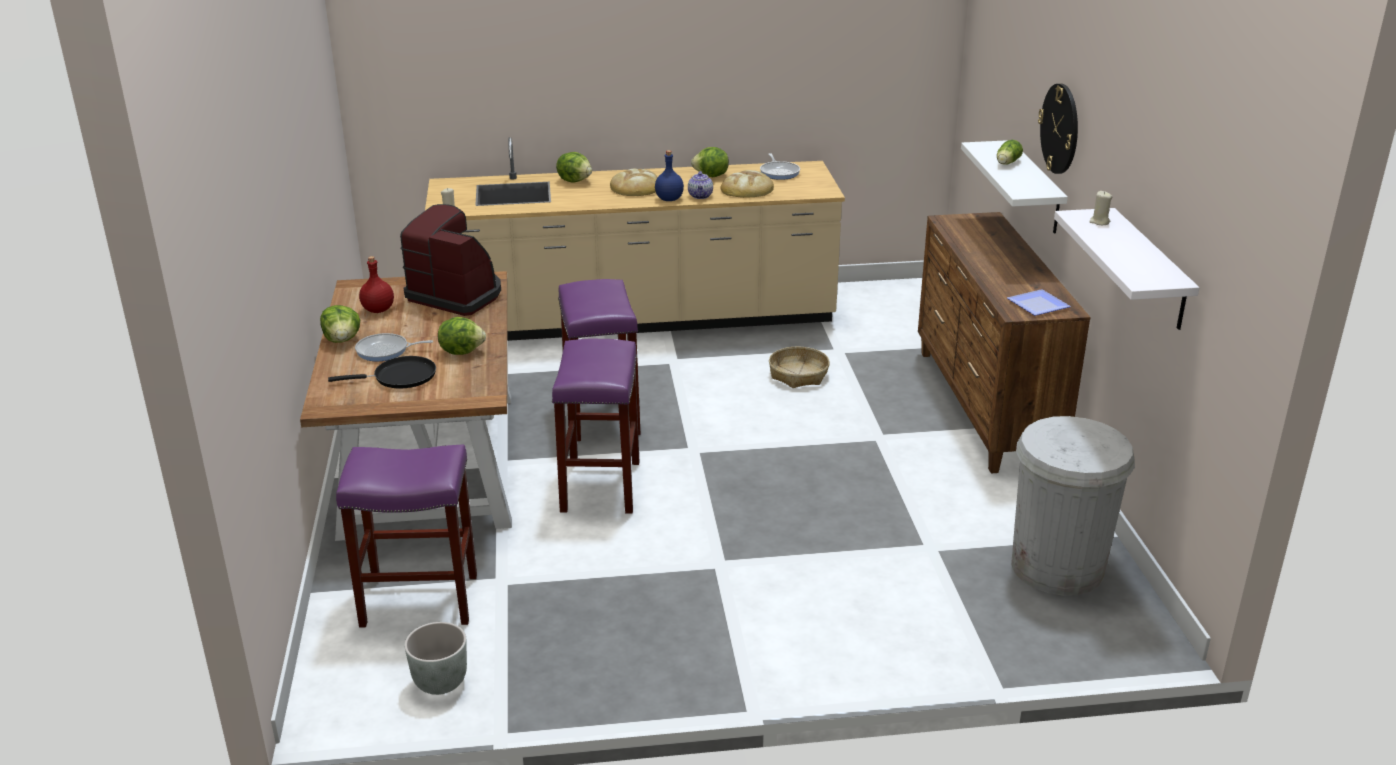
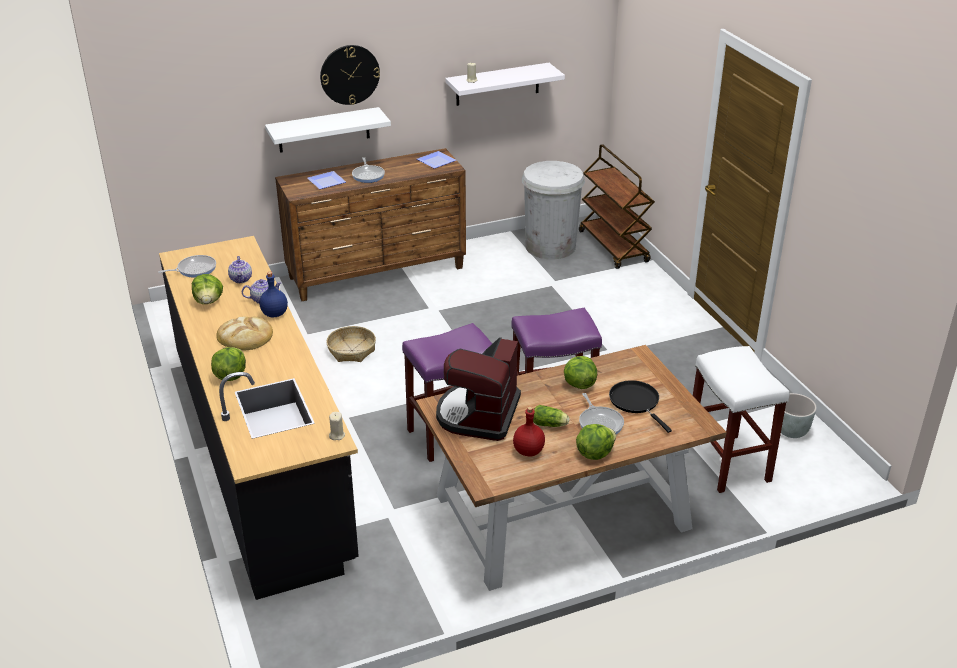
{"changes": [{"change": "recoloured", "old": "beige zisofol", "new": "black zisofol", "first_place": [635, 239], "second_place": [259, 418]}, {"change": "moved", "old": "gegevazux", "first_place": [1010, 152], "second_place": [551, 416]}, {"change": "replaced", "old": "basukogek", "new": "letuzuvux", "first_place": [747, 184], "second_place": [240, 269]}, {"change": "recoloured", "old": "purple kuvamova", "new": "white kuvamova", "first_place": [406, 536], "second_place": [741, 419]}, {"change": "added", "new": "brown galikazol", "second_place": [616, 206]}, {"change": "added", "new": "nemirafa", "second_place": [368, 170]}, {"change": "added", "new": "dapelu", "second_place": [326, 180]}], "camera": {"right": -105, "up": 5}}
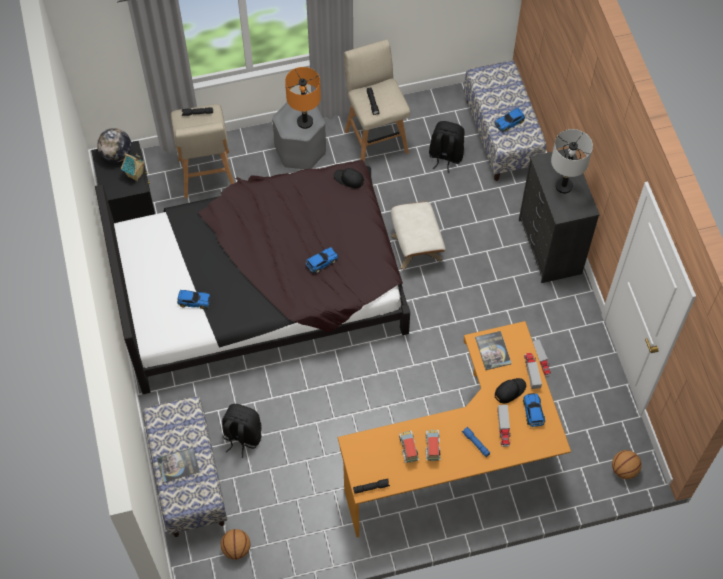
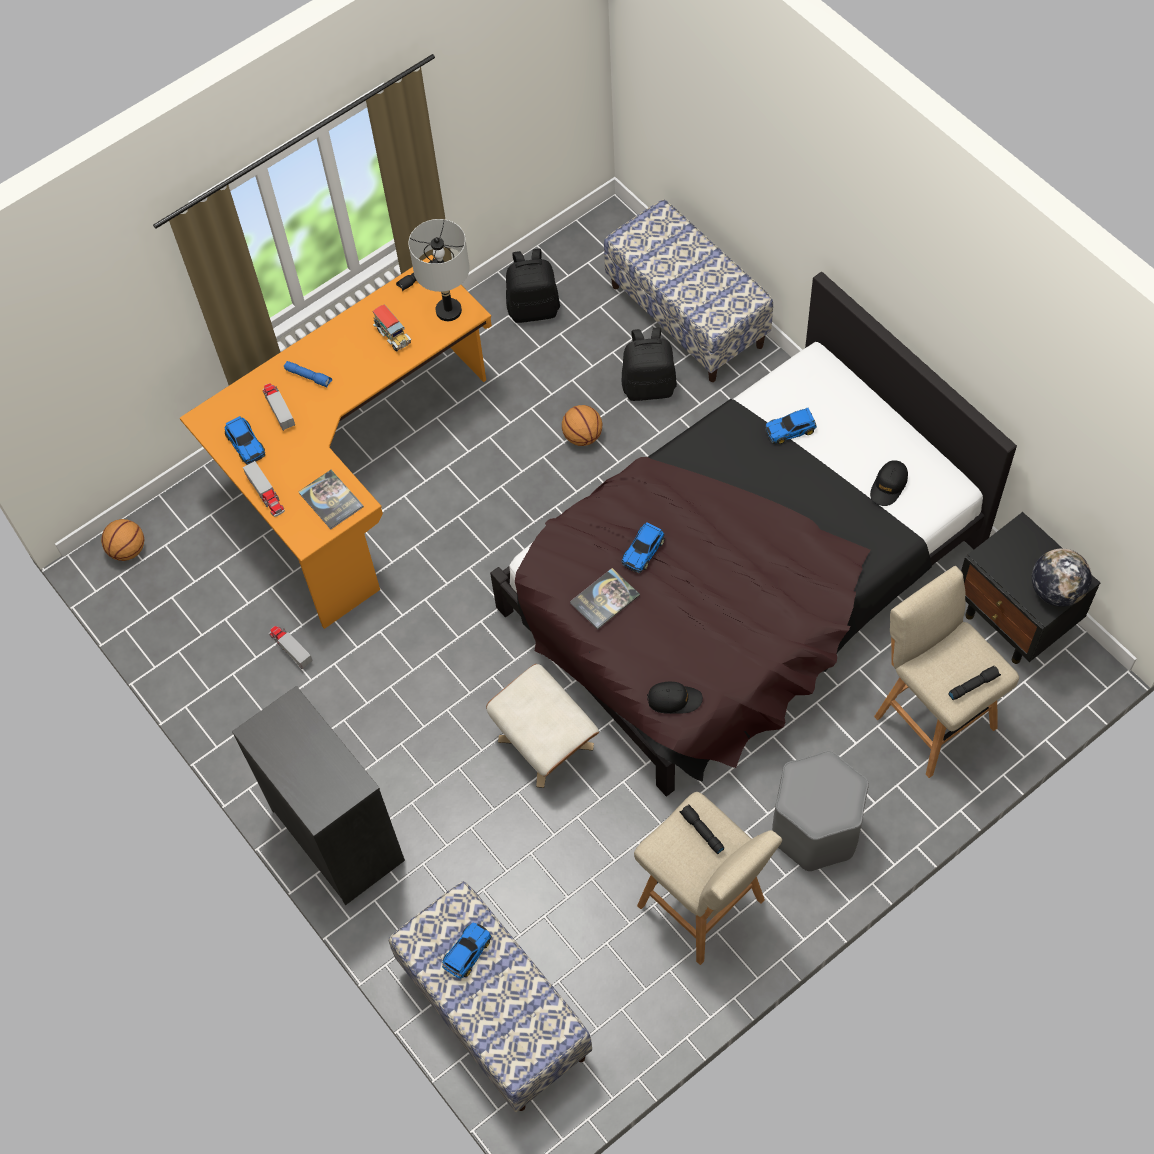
{"changes": [{"change": "removed", "old": "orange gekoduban", "first_place": [303, 98]}, {"change": "moved", "old": "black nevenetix", "first_place": [447, 147], "second_place": [533, 286]}, {"change": "moved", "old": "grey gekoduban", "first_place": [572, 161], "second_place": [439, 270]}, {"change": "removed", "old": "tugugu", "first_place": [133, 167]}, {"change": "moved", "old": "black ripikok", "first_place": [510, 390], "second_place": [889, 483]}, {"change": "removed", "old": "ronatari", "first_place": [433, 445]}, {"change": "moved", "old": "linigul", "first_place": [178, 465], "second_place": [605, 599]}, {"change": "moved", "old": "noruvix", "first_place": [236, 544], "second_place": [582, 425]}], "camera": {"right": 160, "up": 0}}
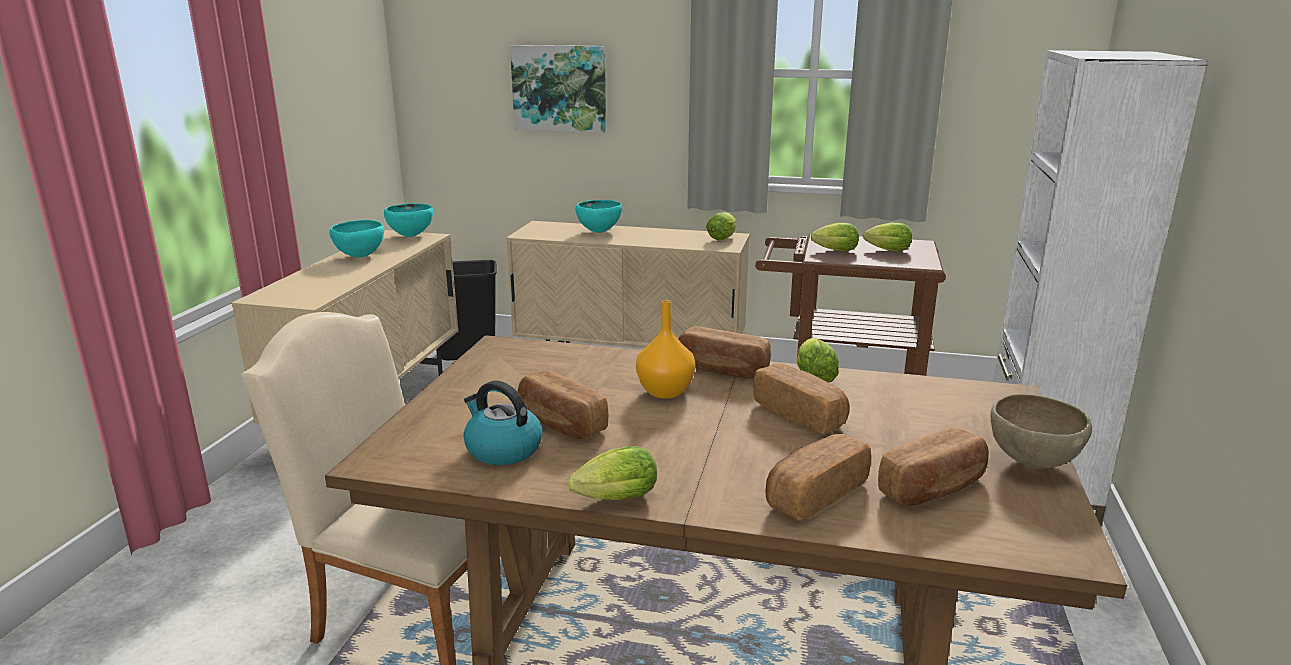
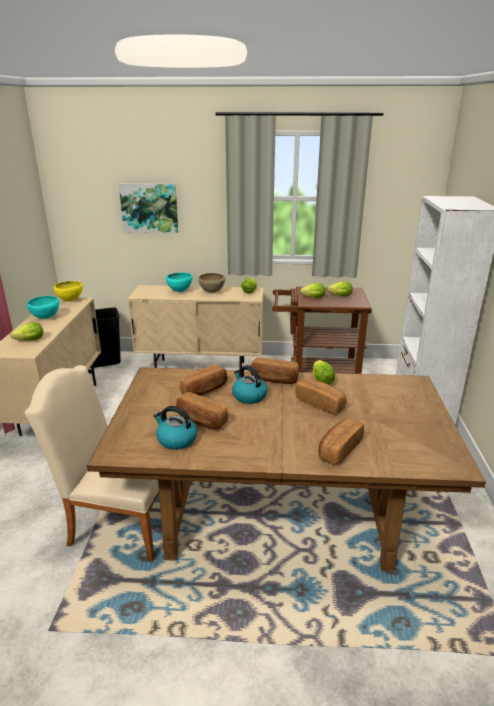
{"changes": [{"change": "recoloured", "old": "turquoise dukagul", "new": "yellow dukagul", "first_place": [408, 220], "second_place": [68, 291]}, {"change": "replaced", "old": "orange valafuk", "new": "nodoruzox", "first_place": [665, 349], "second_place": [250, 384]}, {"change": "moved", "old": "brown dukagul", "first_place": [1041, 431], "second_place": [211, 283]}, {"change": "moved", "old": "basukogek", "first_place": [933, 466], "second_place": [203, 380]}, {"change": "moved", "old": "gegevazux", "first_place": [612, 473], "second_place": [26, 331]}], "camera": {"right": -10, "up": 5}}
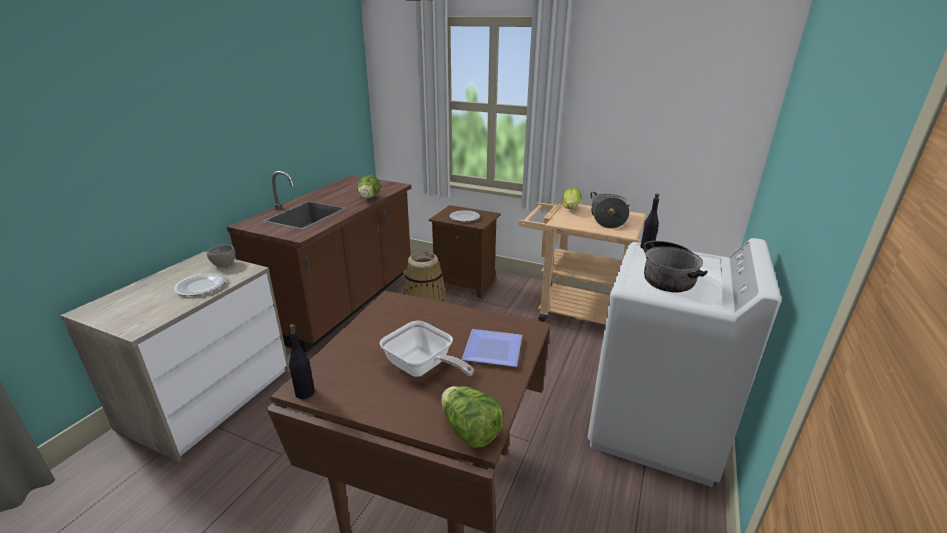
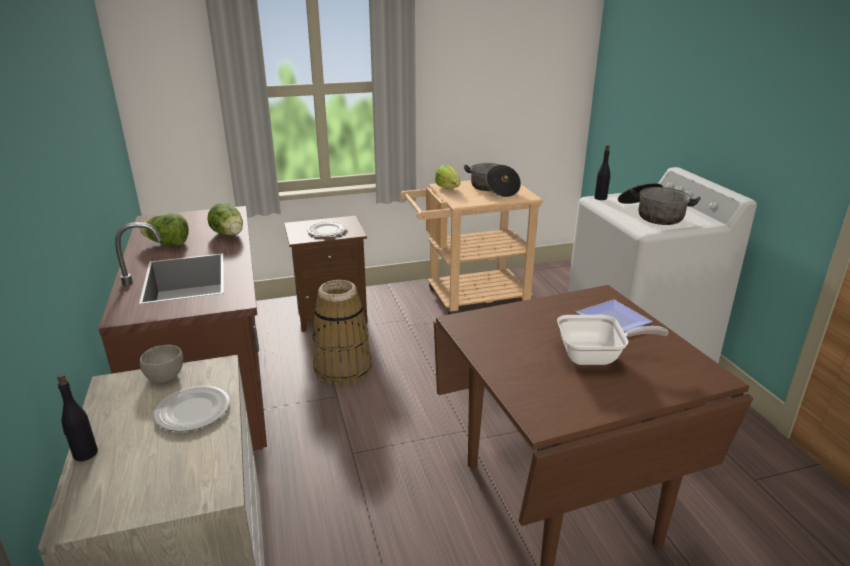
{"changes": [{"change": "moved", "old": "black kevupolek", "first_place": [302, 361], "second_place": [77, 417]}, {"change": "moved", "old": "gegevazux", "first_place": [472, 417], "second_place": [164, 229]}], "camera": {"right": -40, "up": 0}}
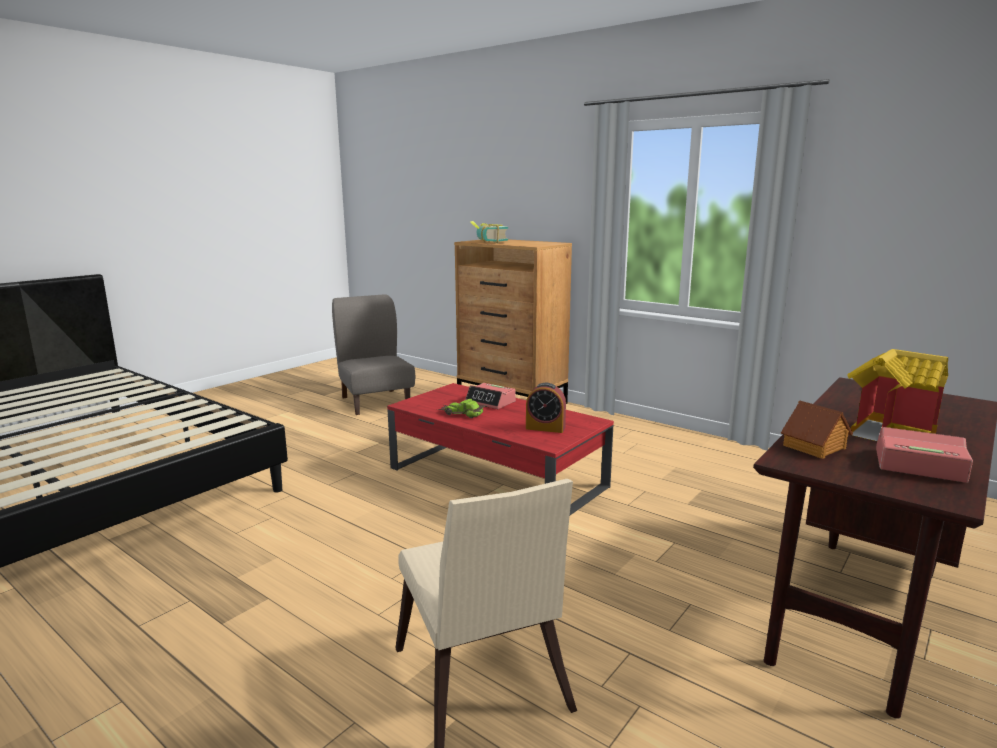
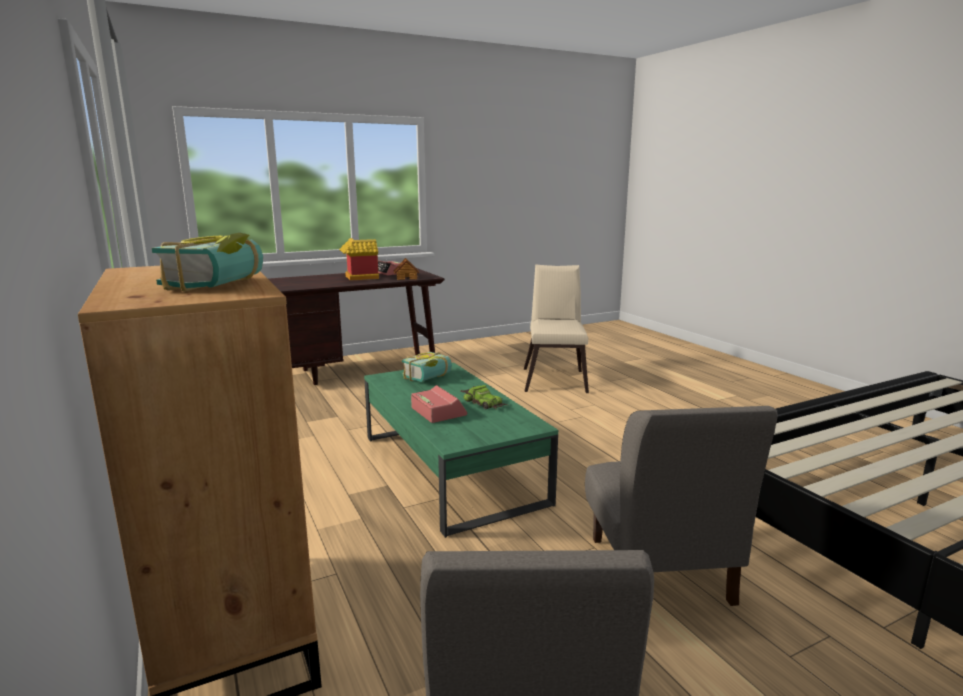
{"changes": [{"change": "recoloured", "old": "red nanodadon", "new": "green nanodadon", "first_place": [500, 449], "second_place": [461, 450]}, {"change": "replaced", "old": "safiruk", "new": "linigul", "first_place": [546, 408], "second_place": [427, 367]}, {"change": "added", "new": "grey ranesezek", "second_place": [681, 506]}], "camera": {"right": -155, "up": 0}}
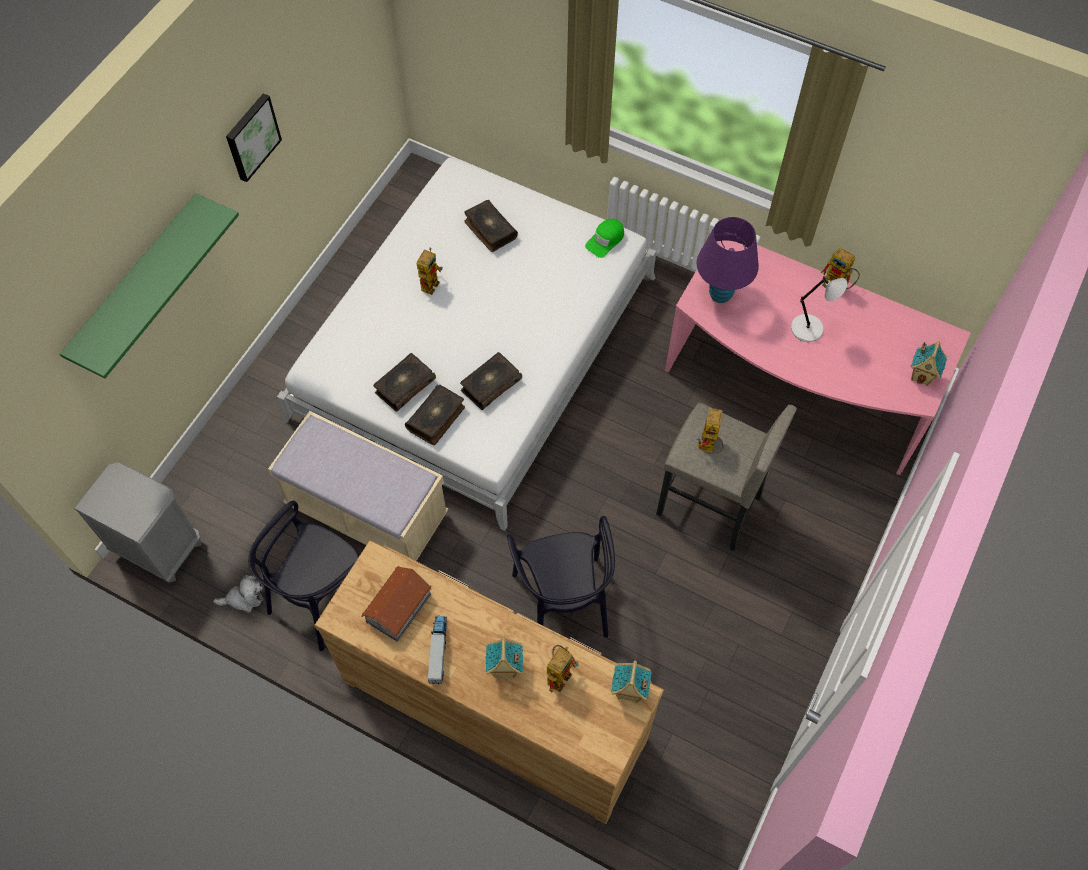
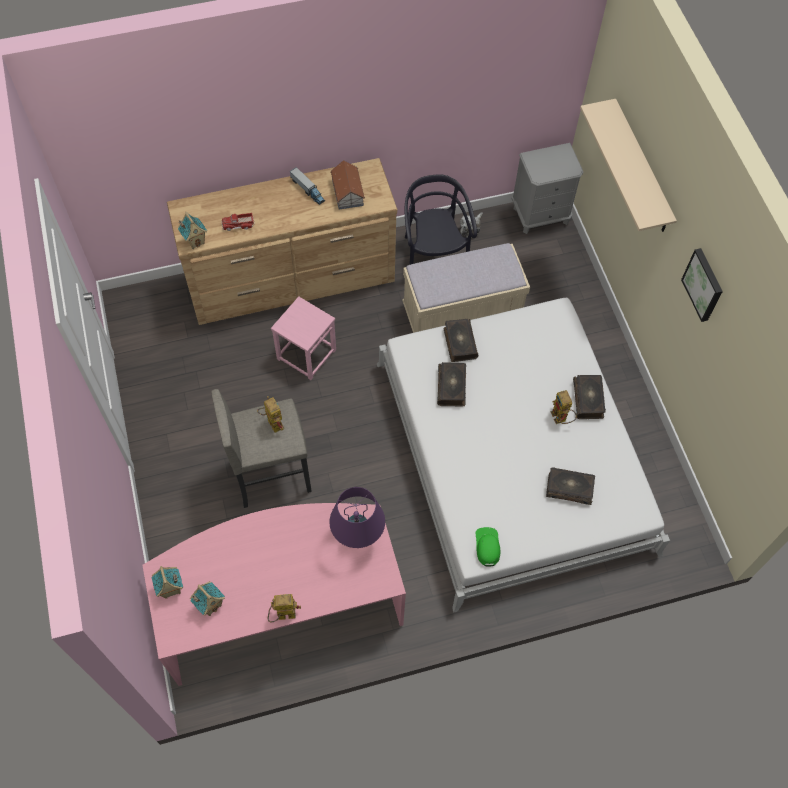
{"changes": [{"change": "recoloured", "old": "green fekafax", "new": "beige fekafax", "first_place": [149, 285], "second_place": [628, 165]}, {"change": "removed", "old": "grey gekoduban", "first_place": [819, 309]}, {"change": "moved", "old": "linigul", "first_place": [404, 382], "second_place": [589, 397]}, {"change": "replaced", "old": "black ranesezek", "new": "pink kuvamova", "first_place": [561, 577], "second_place": [303, 338]}, {"change": "moved", "old": "tugugu", "first_place": [504, 657], "second_place": [207, 598]}, {"change": "replaced", "old": "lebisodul", "new": "ronatari", "first_place": [563, 669], "second_place": [237, 222]}], "camera": {"right": 135, "up": 0}}
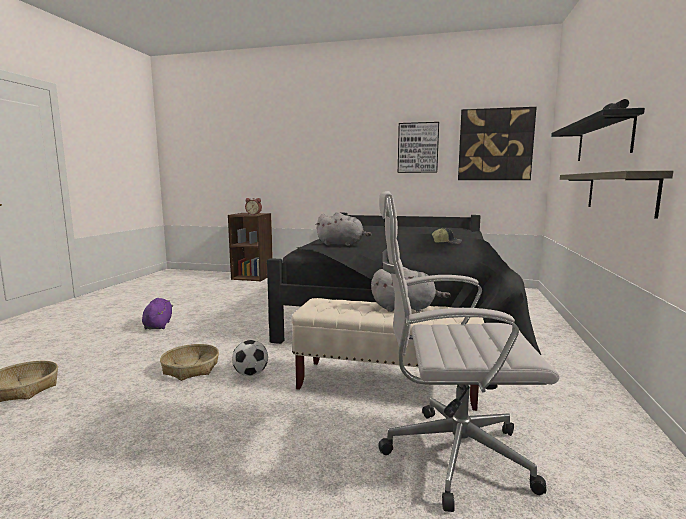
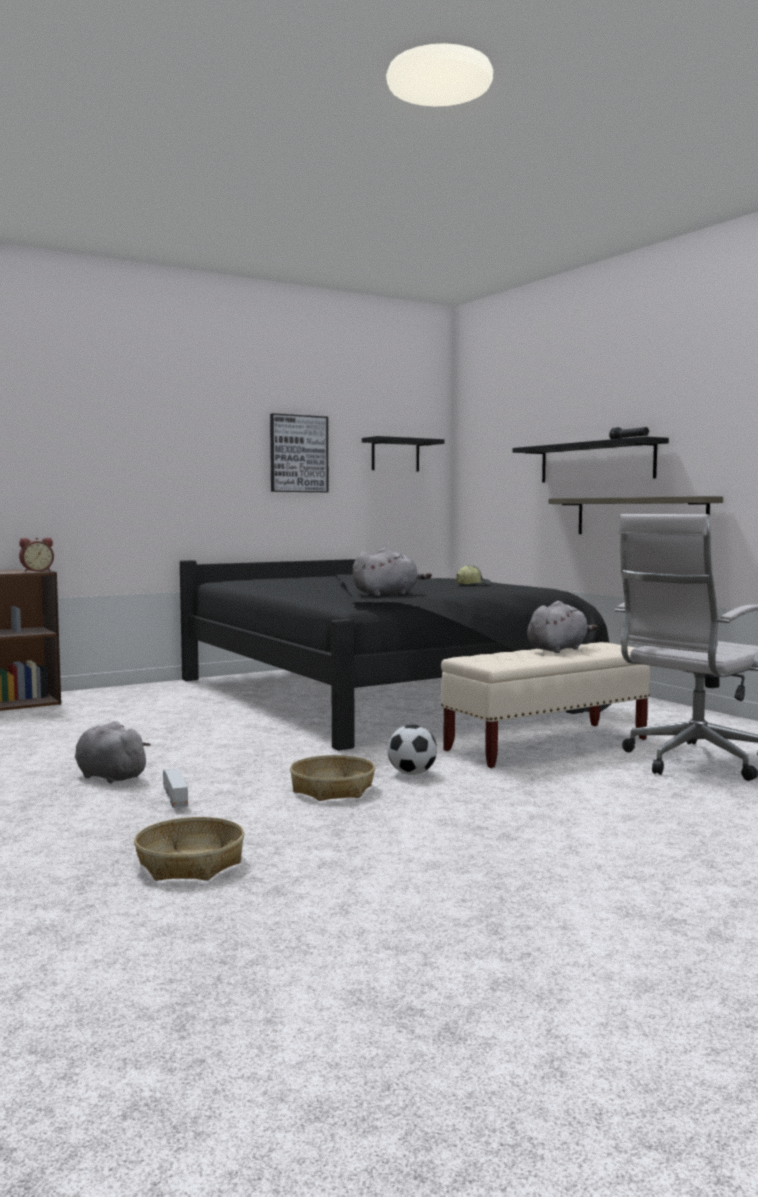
{"changes": [{"change": "replaced", "old": "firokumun", "new": "black fekafax", "first_place": [497, 143], "second_place": [403, 454]}, {"change": "recoloured", "old": "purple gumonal", "new": "grey gumonal", "first_place": [157, 313], "second_place": [112, 752]}, {"change": "added", "new": "ronatari", "second_place": [175, 788]}], "camera": {"right": -45, "up": -5}}
